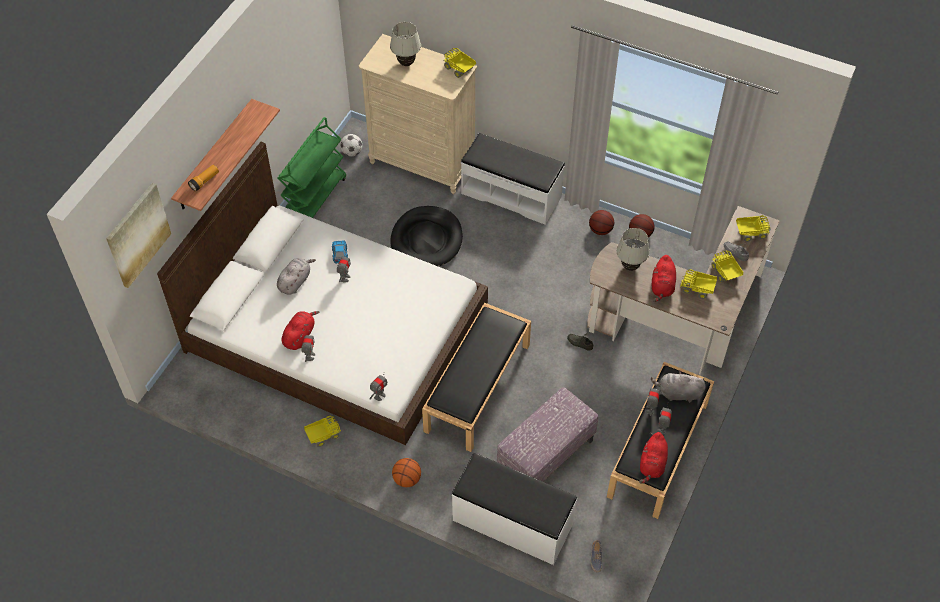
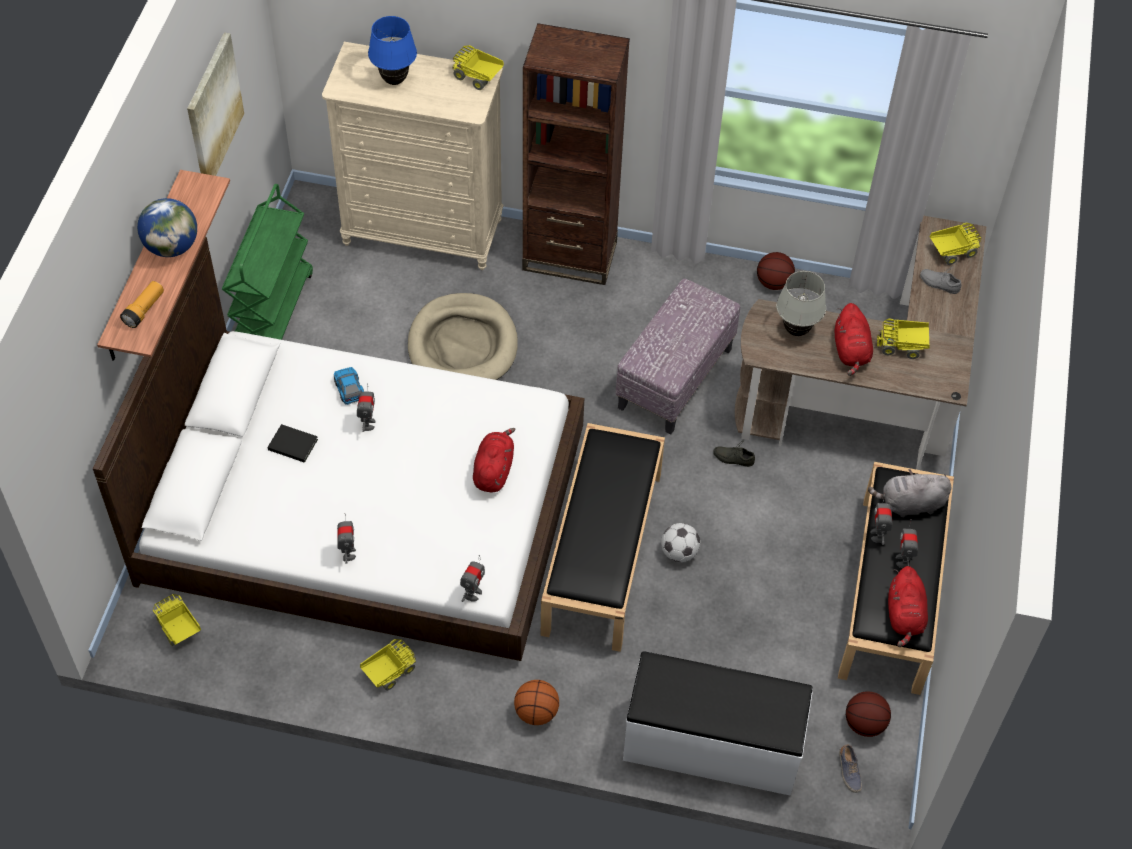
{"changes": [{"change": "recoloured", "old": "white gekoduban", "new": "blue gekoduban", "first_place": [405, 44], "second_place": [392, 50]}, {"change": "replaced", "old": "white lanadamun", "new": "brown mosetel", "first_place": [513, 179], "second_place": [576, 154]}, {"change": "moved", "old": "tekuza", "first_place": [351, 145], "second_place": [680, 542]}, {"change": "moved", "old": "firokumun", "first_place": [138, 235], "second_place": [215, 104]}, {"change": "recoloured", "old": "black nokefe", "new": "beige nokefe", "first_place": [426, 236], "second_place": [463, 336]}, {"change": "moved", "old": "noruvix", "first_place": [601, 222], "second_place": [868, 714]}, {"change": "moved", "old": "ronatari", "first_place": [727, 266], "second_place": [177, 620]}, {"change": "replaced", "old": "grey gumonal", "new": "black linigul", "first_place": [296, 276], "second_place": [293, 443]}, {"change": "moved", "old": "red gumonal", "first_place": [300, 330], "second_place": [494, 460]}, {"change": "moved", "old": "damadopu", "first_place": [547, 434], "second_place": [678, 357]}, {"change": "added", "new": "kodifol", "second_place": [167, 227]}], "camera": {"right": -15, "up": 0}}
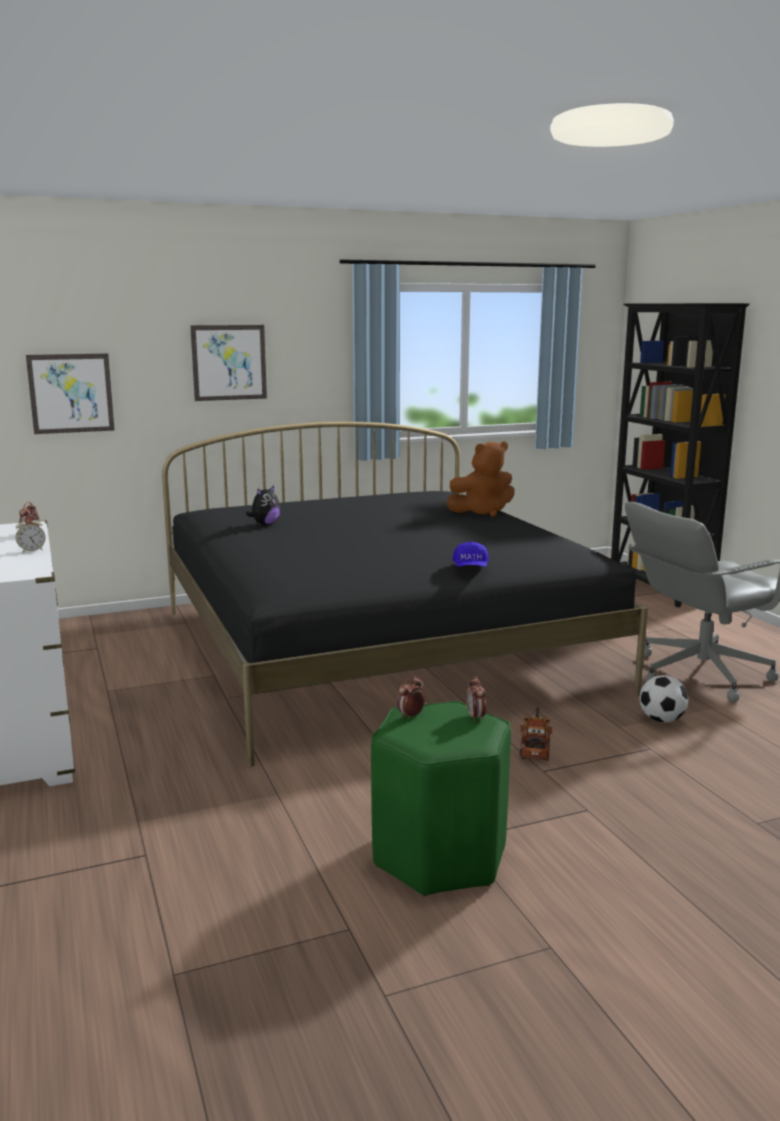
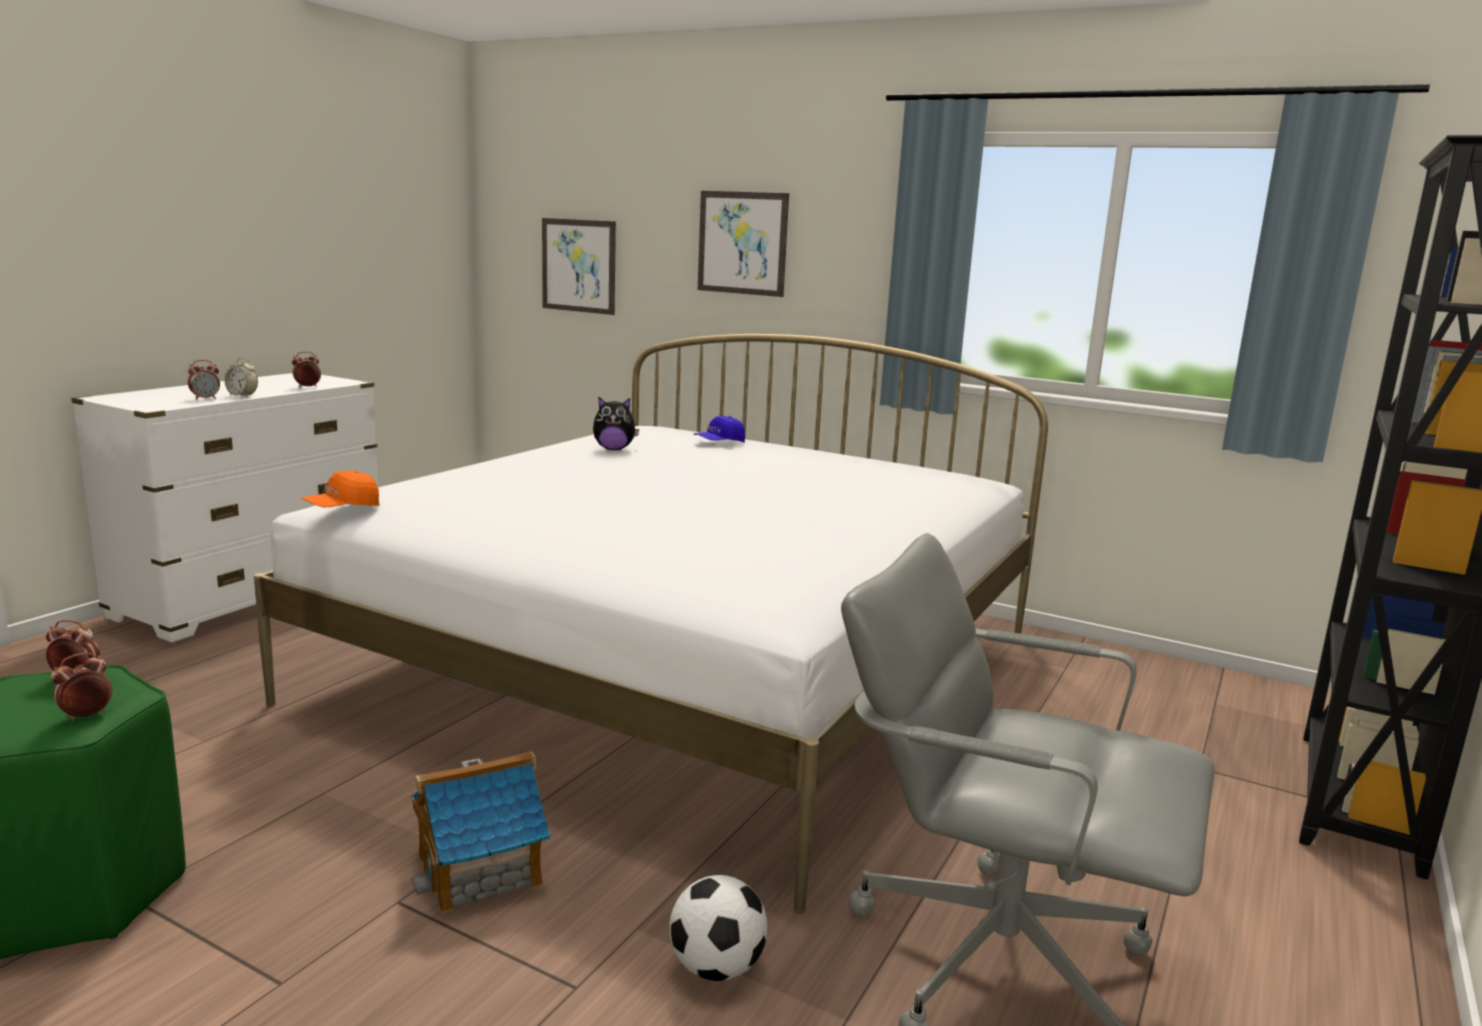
{"changes": [{"change": "recoloured", "old": "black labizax", "new": "white labizax", "first_place": [405, 594], "second_place": [651, 623]}, {"change": "removed", "old": "brown gumonal", "first_place": [481, 479]}, {"change": "moved", "old": "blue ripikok", "first_place": [470, 554], "second_place": [719, 429]}, {"change": "replaced", "old": "ronatari", "new": "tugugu", "first_place": [535, 733], "second_place": [480, 832]}, {"change": "added", "new": "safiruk", "second_place": [204, 380]}, {"change": "added", "new": "orange ripikok", "second_place": [340, 489]}], "camera": {"right": 50, "up": 0}}
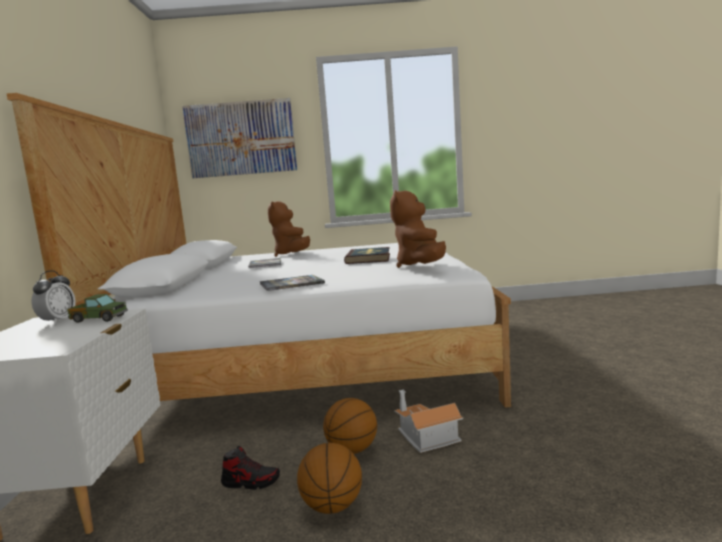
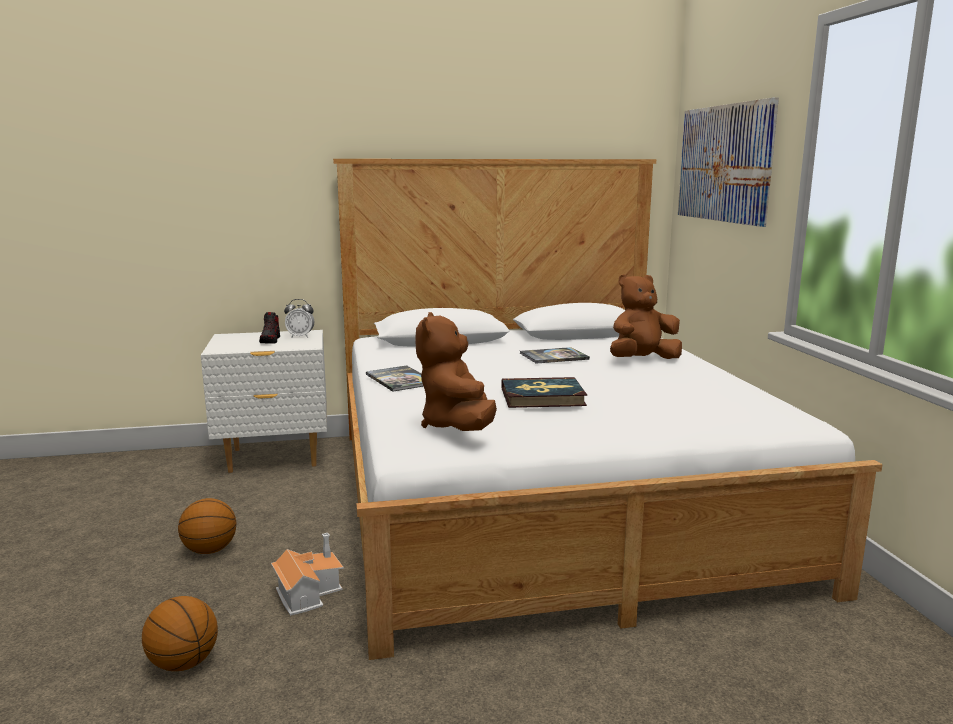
{"changes": [{"change": "turned", "old": "brown gumonal", "first_place": [418, 229], "second_place": [456, 371], "degrees": -90}, {"change": "removed", "old": "ronatari", "first_place": [97, 308]}, {"change": "moved", "old": "noruvix", "first_place": [350, 426], "second_place": [180, 633]}, {"change": "moved", "old": "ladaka", "first_place": [250, 468], "second_place": [269, 328]}], "camera": {"right": 80, "up": 5}}
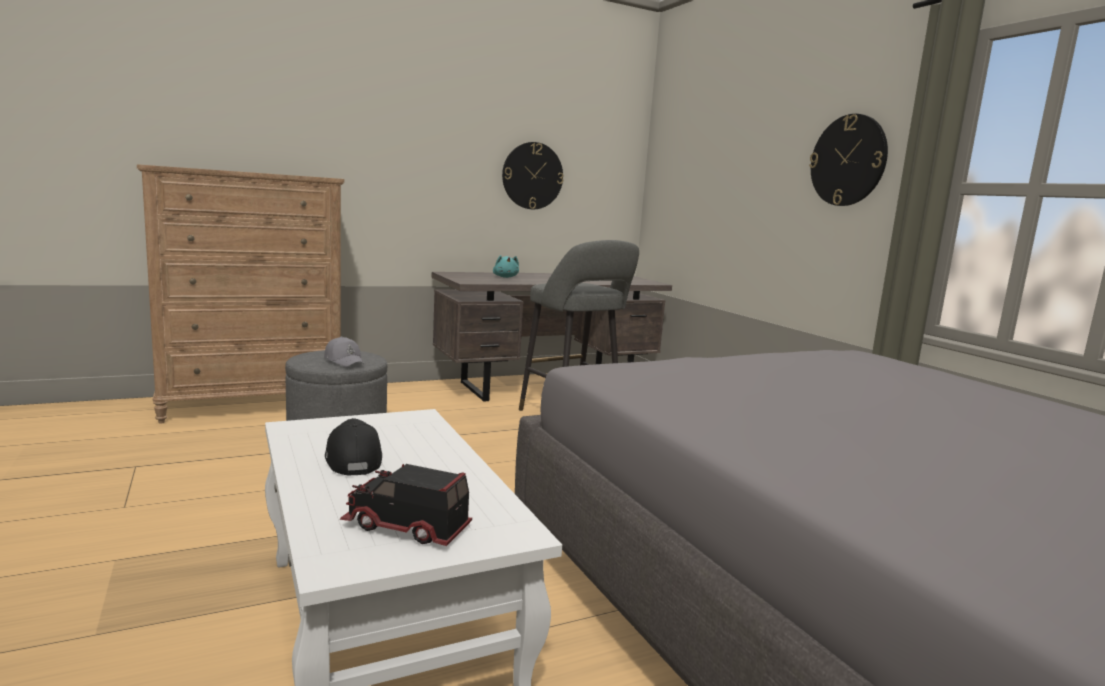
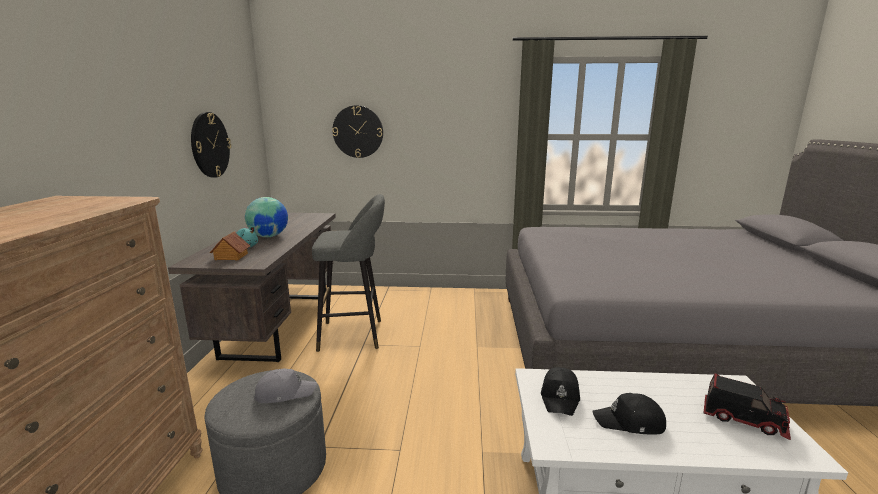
{"changes": [{"change": "moved", "old": "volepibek", "first_place": [848, 160], "second_place": [357, 131]}, {"change": "turned", "old": "ronatari", "first_place": [405, 505], "second_place": [747, 406], "degrees": -105}, {"change": "added", "new": "kodifol", "second_place": [266, 217]}, {"change": "added", "new": "tugugu", "second_place": [230, 246]}, {"change": "added", "new": "black ripikok", "second_place": [560, 391]}], "camera": {"right": -60, "up": 5}}
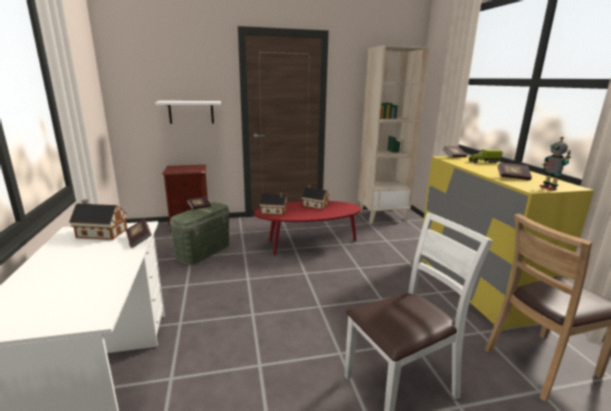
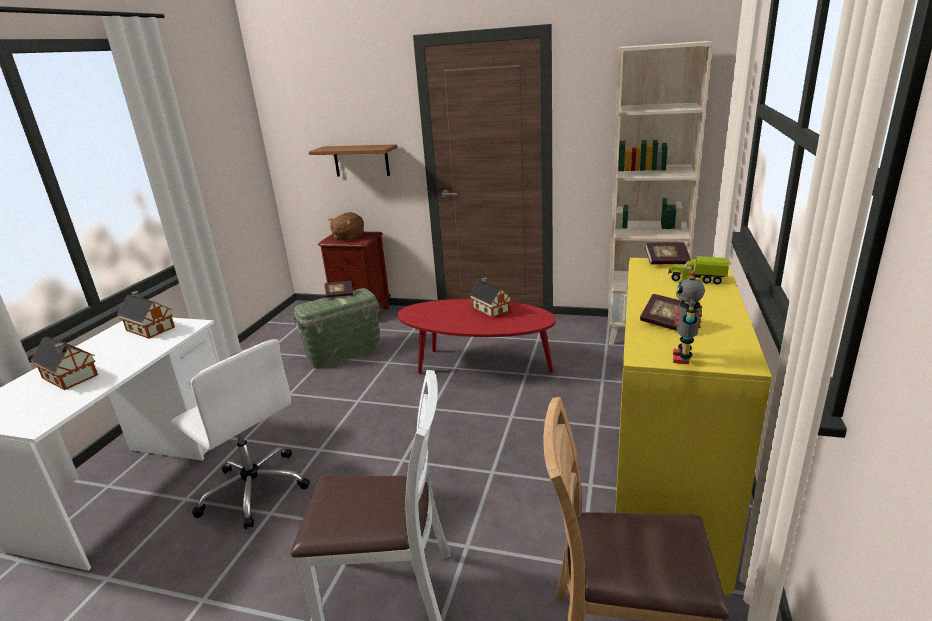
{"changes": [{"change": "recoloured", "old": "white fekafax", "new": "brown fekafax", "first_place": [188, 112], "second_place": [353, 160]}, {"change": "moved", "old": "tugugu", "first_place": [273, 204], "second_place": [64, 363]}, {"change": "removed", "old": "linigul", "first_place": [139, 233]}, {"change": "added", "new": "brown gumonal", "second_place": [346, 226]}, {"change": "added", "new": "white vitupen", "second_place": [240, 434]}], "camera": {"right": 30, "up": 5}}
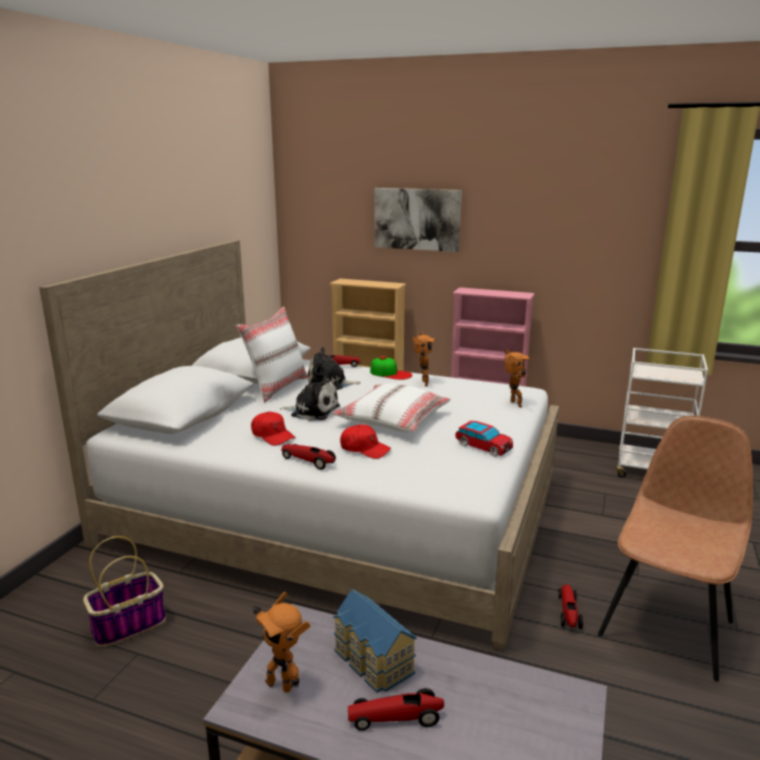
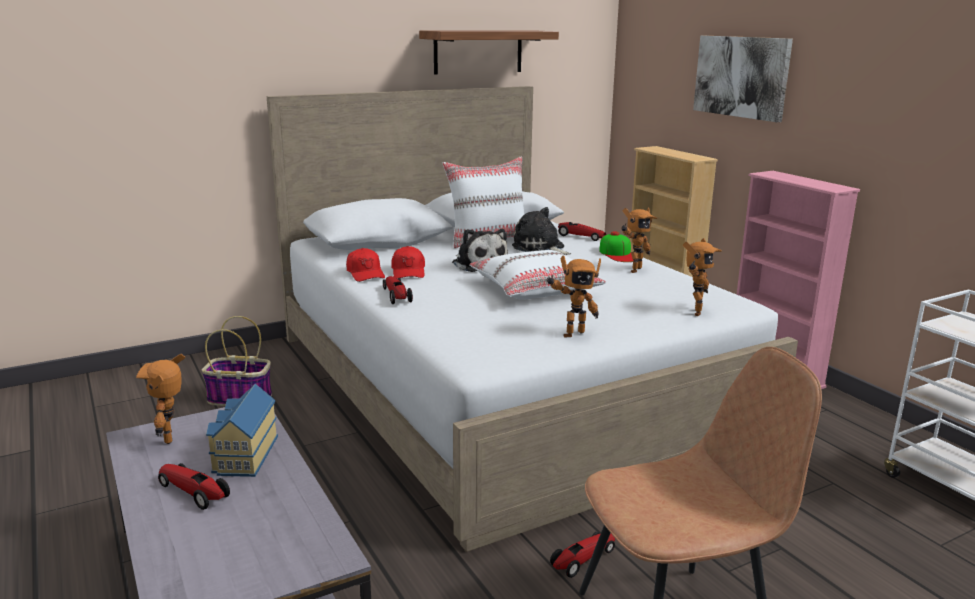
{"changes": [{"change": "replaced", "old": "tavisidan", "new": "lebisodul", "first_place": [484, 438], "second_place": [573, 296]}, {"change": "moved", "old": "red ripikok", "first_place": [365, 441], "second_place": [365, 265]}, {"change": "added", "new": "fekafax", "second_place": [489, 52]}], "camera": {"right": 40, "up": 0}}
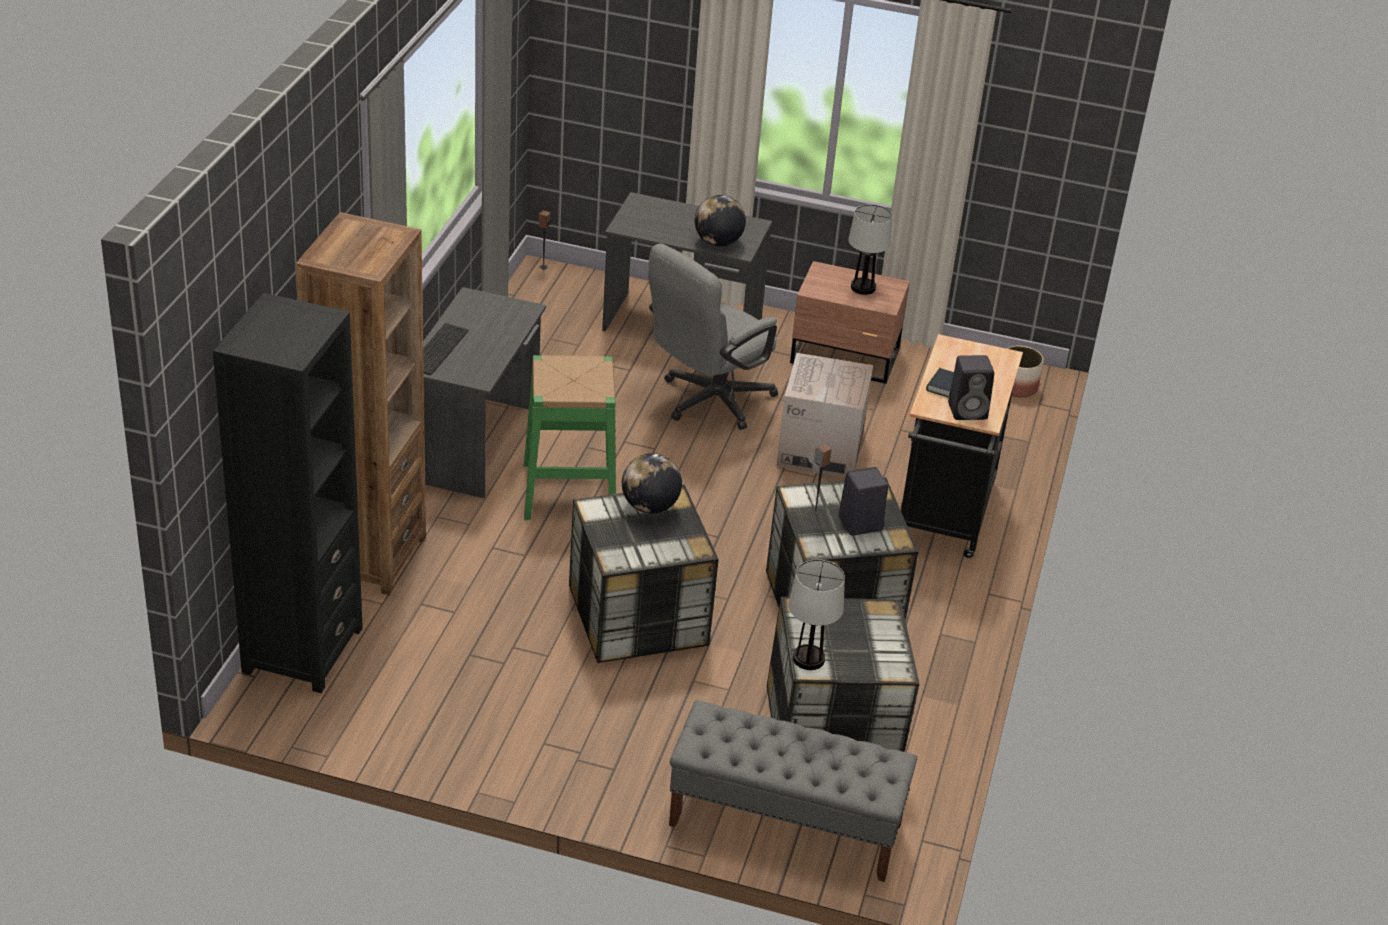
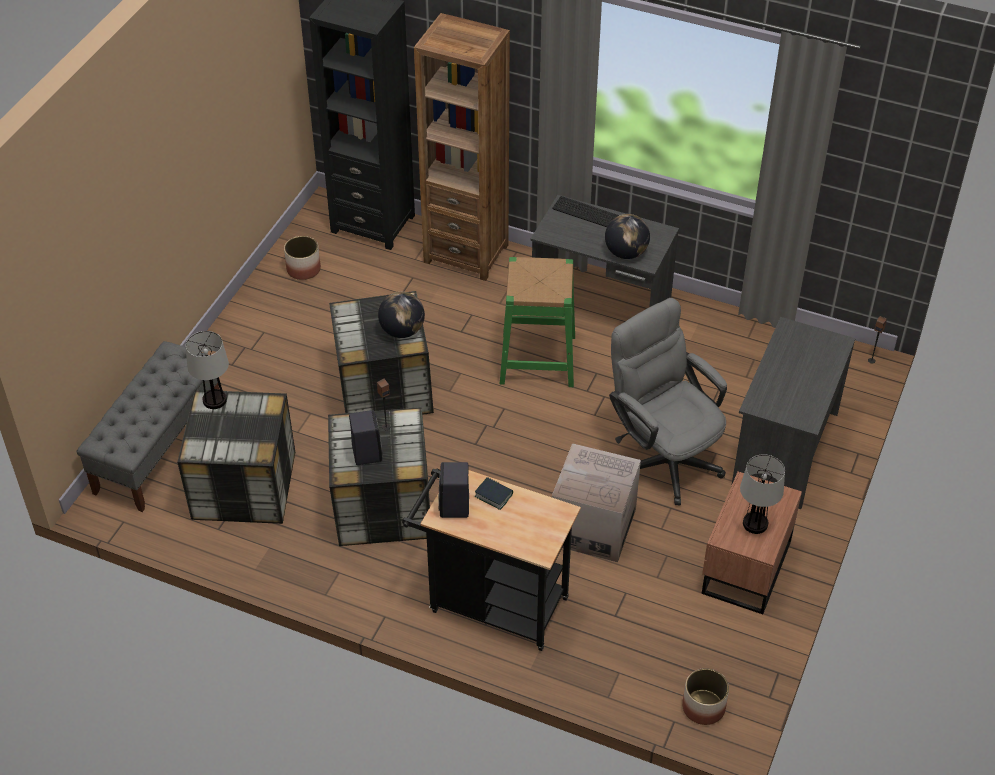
{"changes": [{"change": "moved", "old": "kodifol", "first_place": [720, 221], "second_place": [627, 236]}, {"change": "added", "new": "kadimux", "second_place": [302, 258]}], "camera": {"right": 100, "up": 10}}
